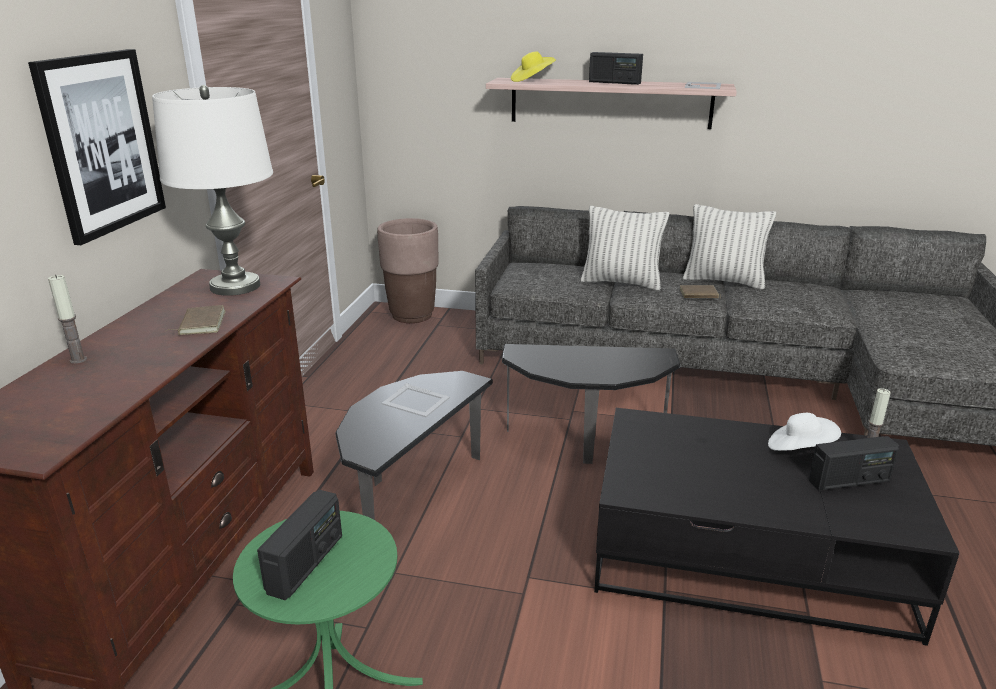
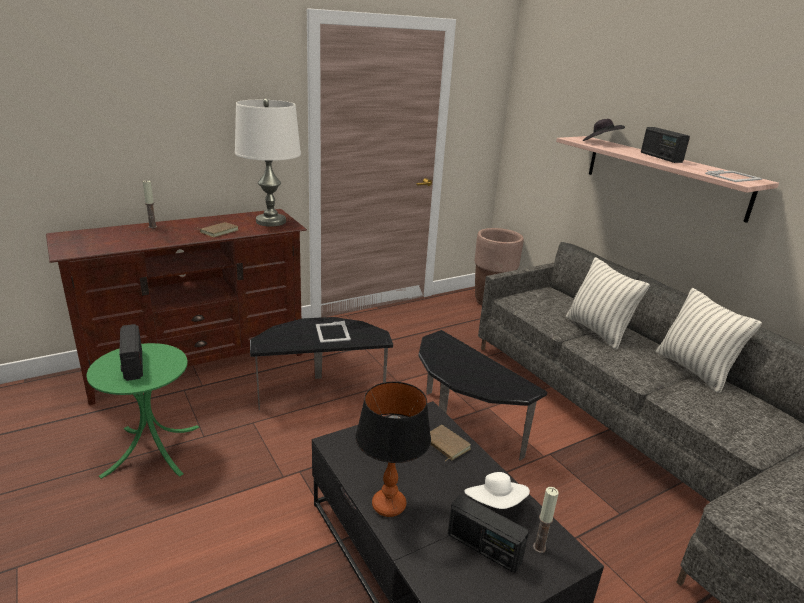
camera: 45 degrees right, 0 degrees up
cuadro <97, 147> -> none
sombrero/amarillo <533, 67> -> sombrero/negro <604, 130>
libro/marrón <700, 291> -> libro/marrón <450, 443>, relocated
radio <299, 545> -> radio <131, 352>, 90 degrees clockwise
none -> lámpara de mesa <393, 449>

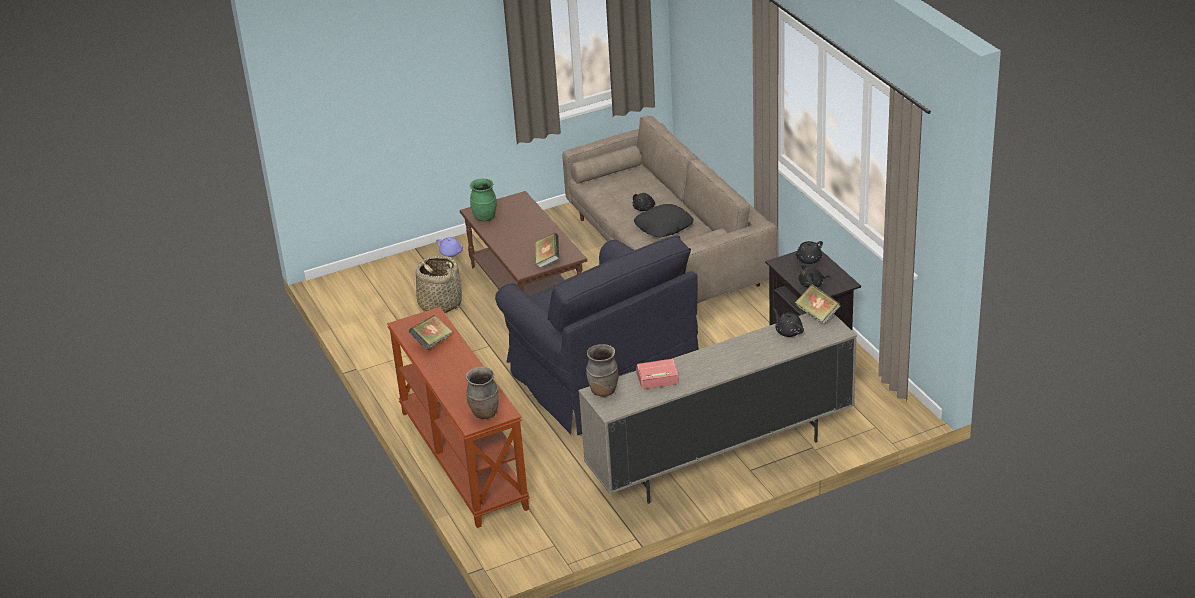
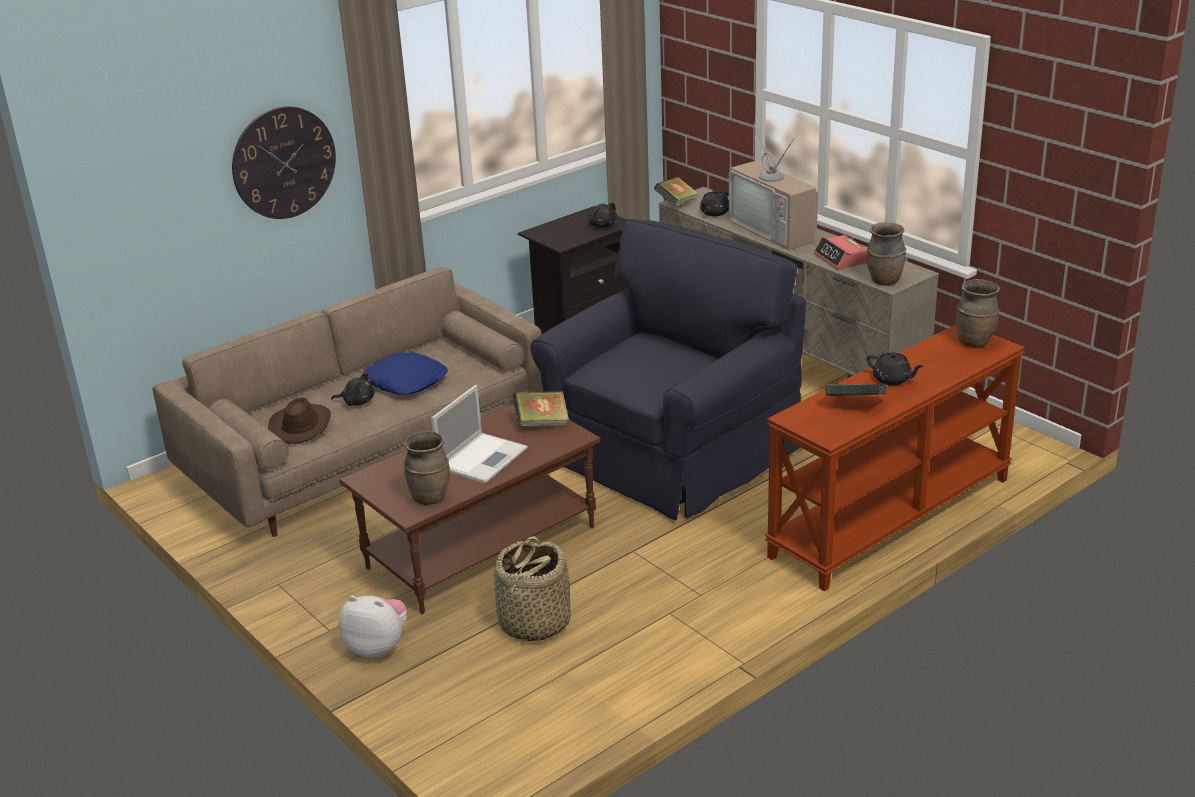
camera: 105 degrees left, 5 degrees down
florero/verde <483, 200> -> florero/marrón <426, 468>
cojín/negro <664, 221> -> cojín/azul <405, 373>
tetera/morado <450, 247> -> peluche <372, 626>
tetera/negro <808, 252> -> tetera/negro <895, 368>, relocated
none -> reloj de pared <284, 162>
none -> televisor <773, 186>
none -> portátil <479, 434>
none -> sombrero/marrón <299, 421>

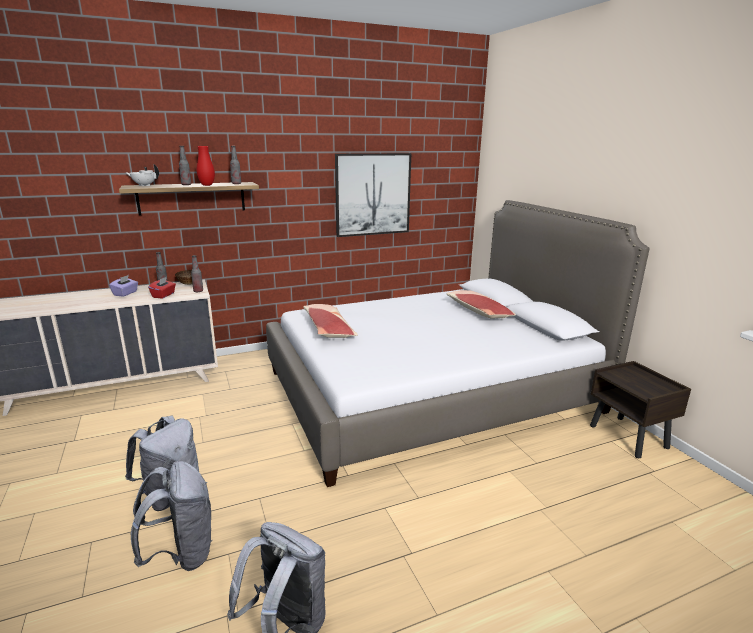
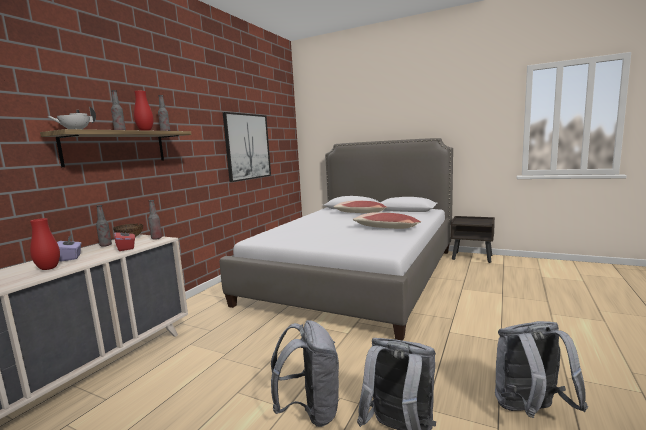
camera: 40 degrees left, 10 degrees down
cojín <330, 321> -> cojín <387, 220>, relocated
none -> florero/rojo <45, 244>

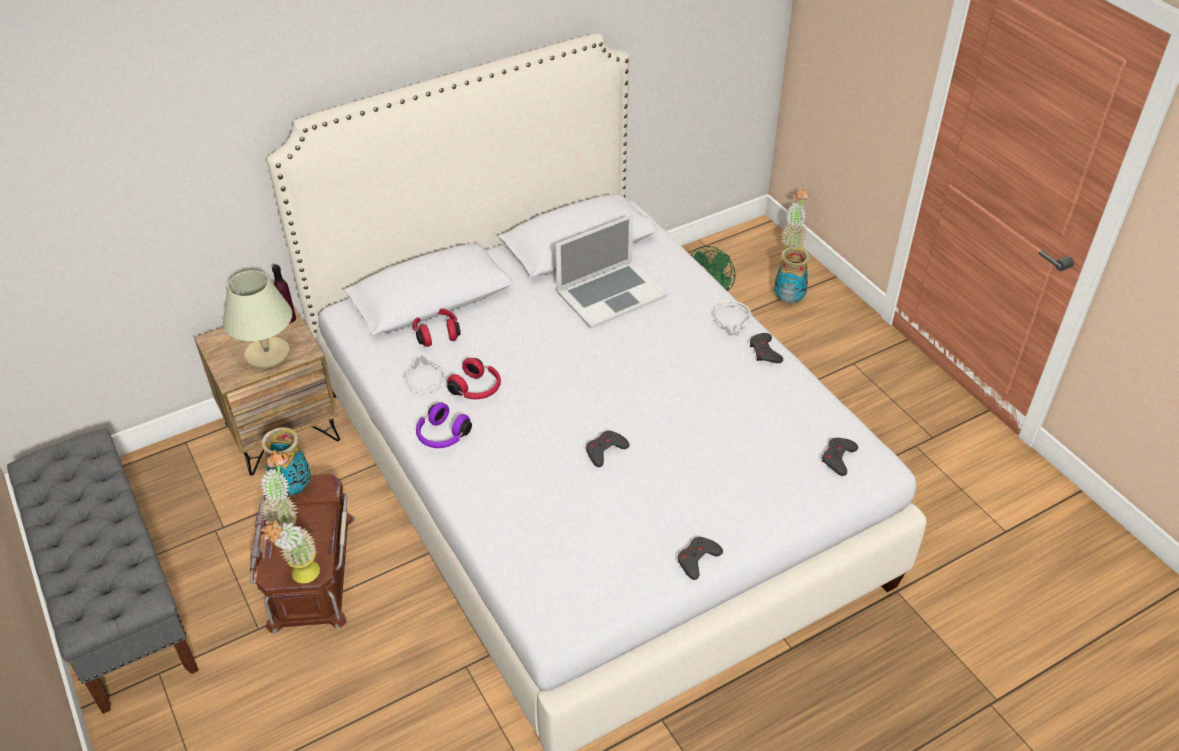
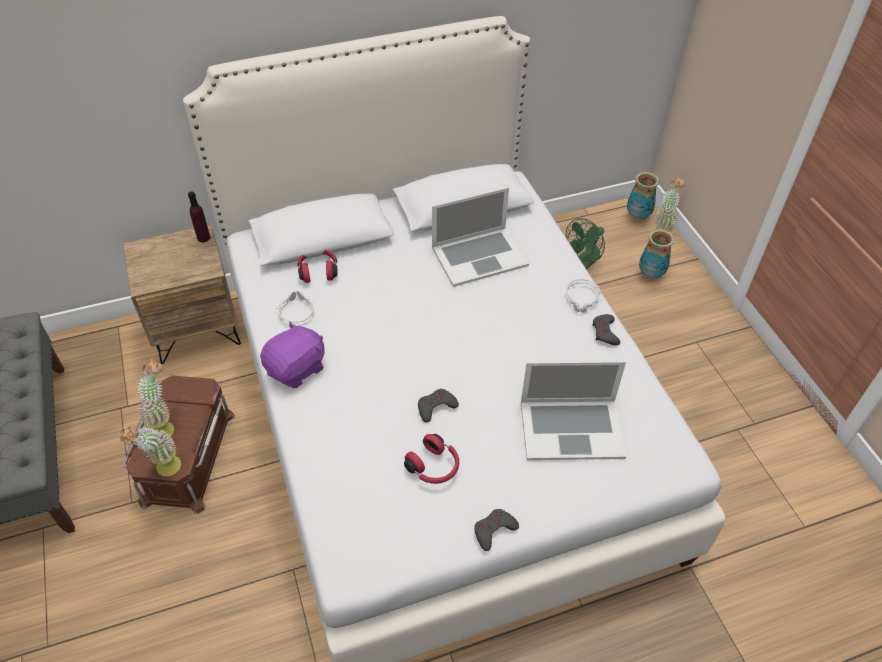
camera: 10 degrees right, 5 degrees up
lámpara de mesa/beis <257, 319> -> none
auriculares/rojo <474, 378> -> auriculares/rojo <431, 459>, relocated
auriculares/morado <444, 425> -> peluche/morado <292, 354>
florero <286, 461> -> florero <643, 196>, relocated
mando de consola/gris <840, 457> -> none
none -> portátil <573, 410>

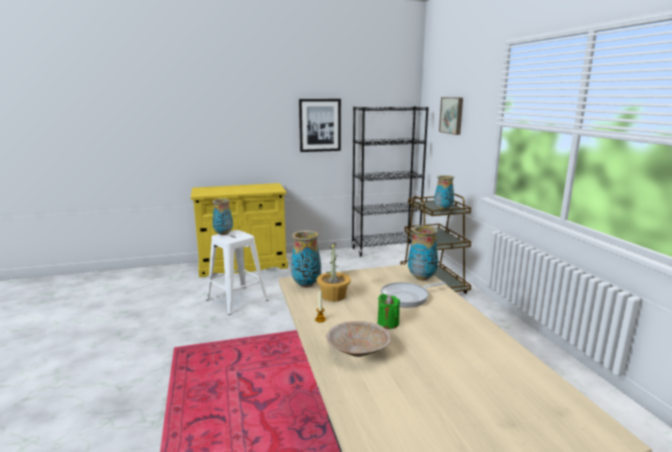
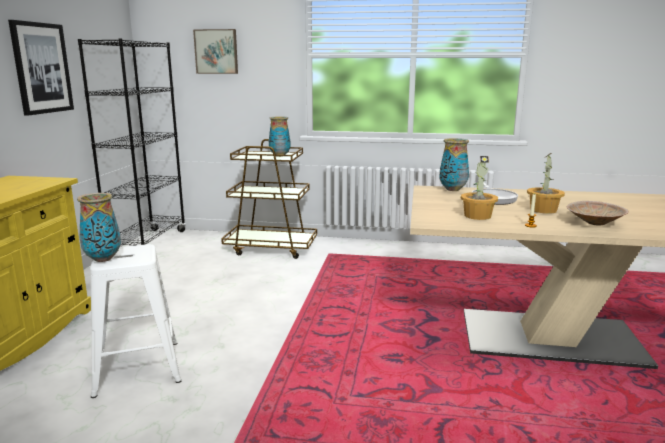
camera: 65 degrees left, 0 degrees up
florero <306, 259> -> none
vela/verde <389, 311> -> planta en maceta <546, 183>

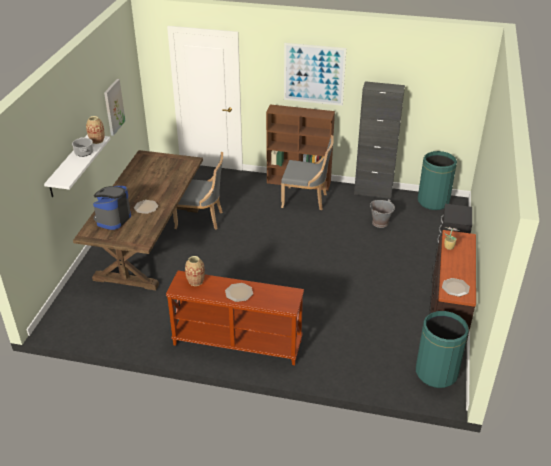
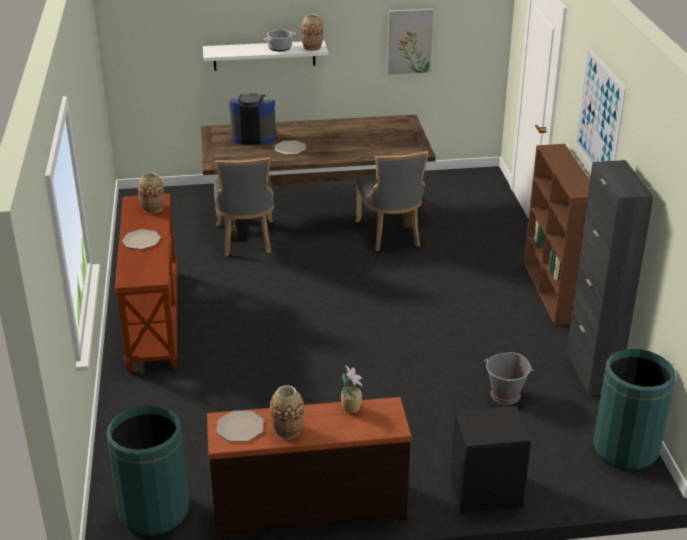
camera: 70 degrees right, 5 degrees down
silla/gris <307, 172> -> silla/gris <244, 206>, relocated
none -> florero <287, 412>

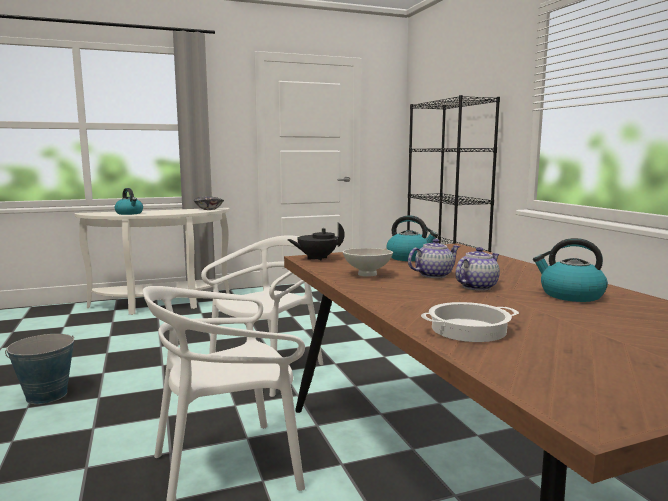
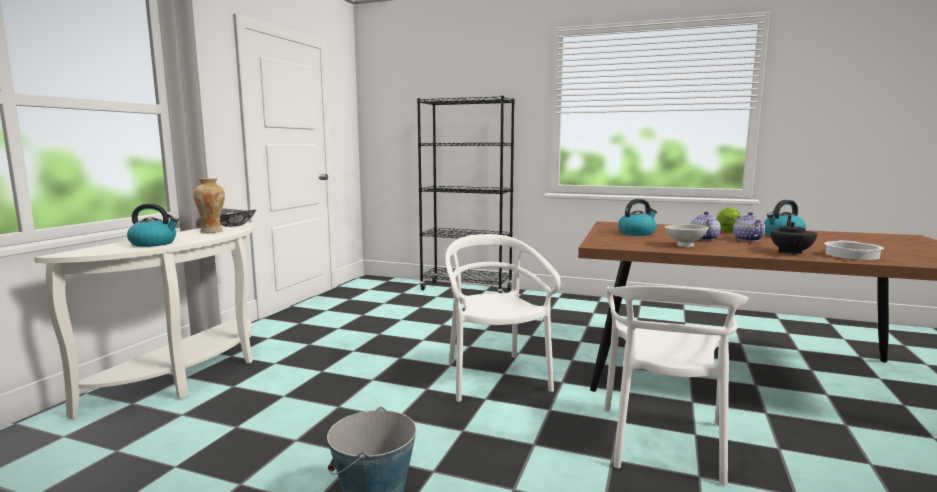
camera: 50 degrees left, 0 degrees up
tetera/negro <316, 242> -> tetera/negro <793, 235>, relocated
none -> florero <209, 205>
none -> lechuga <728, 220>

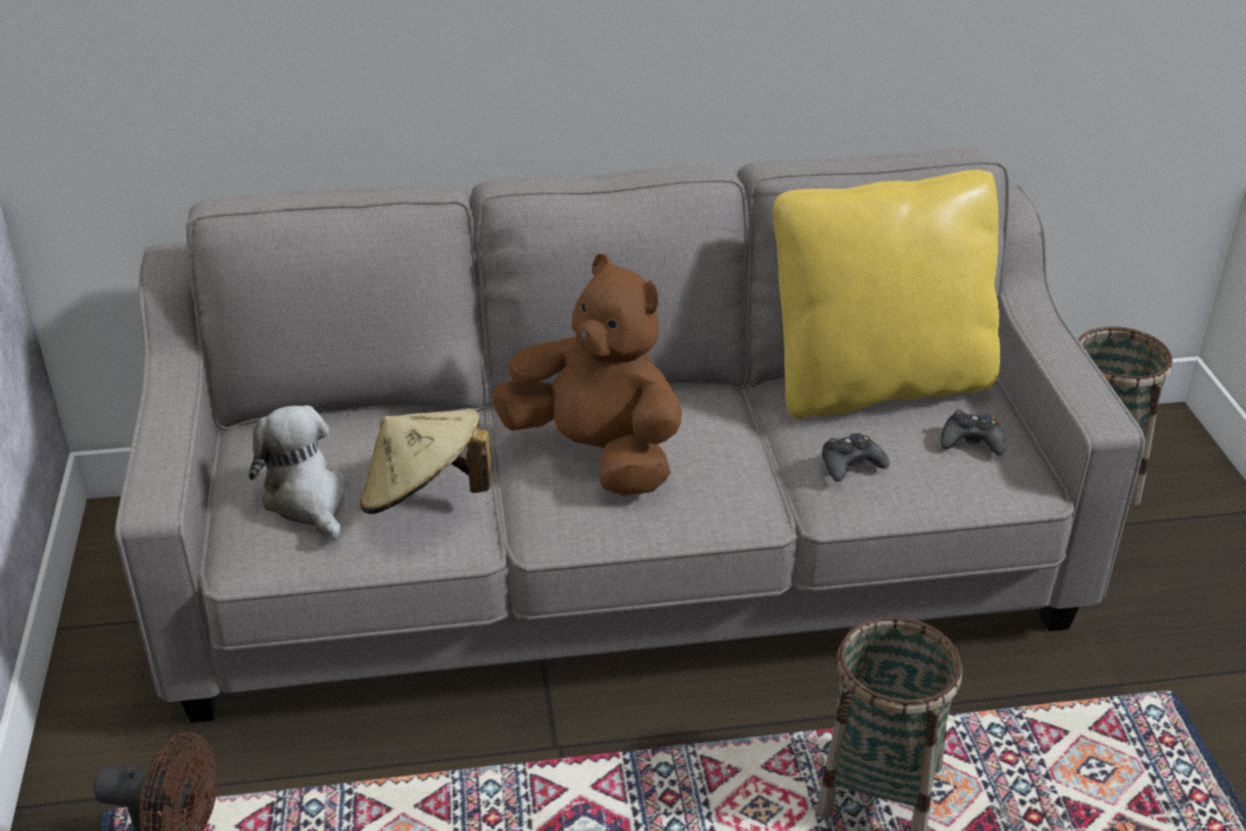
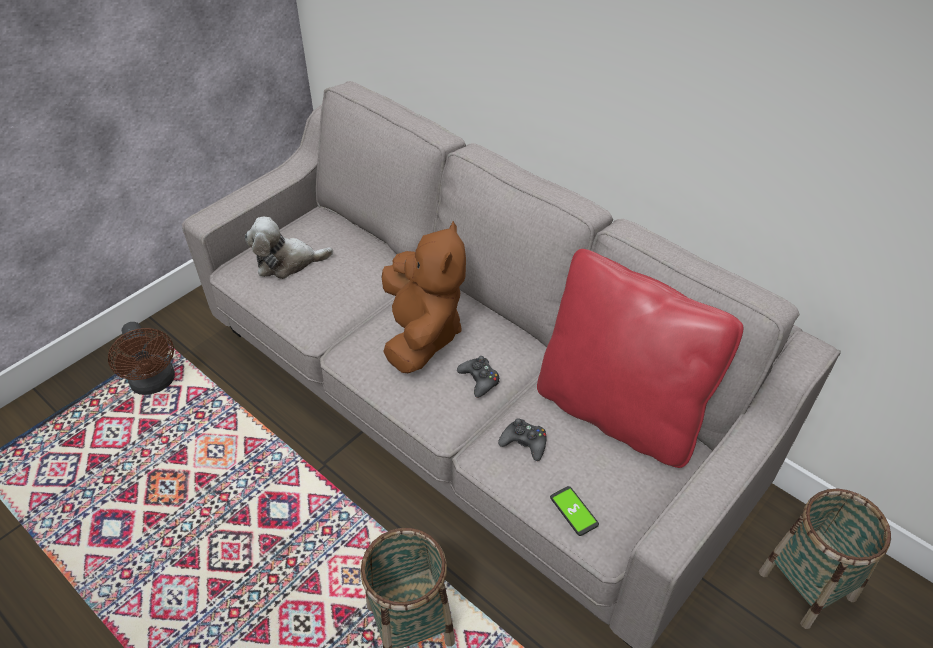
camera: 50 degrees right, 10 degrees up
cojín/amarillo <886, 294> -> cojín/rojo <640, 358>
peluche <298, 473> -> peluche <289, 248>, 120 degrees counterclockwise
sombrero/beis <425, 461> -> none
mando de consola/negro <972, 433> -> mando de consola/negro <478, 377>, relocated
none -> móvil <574, 511>

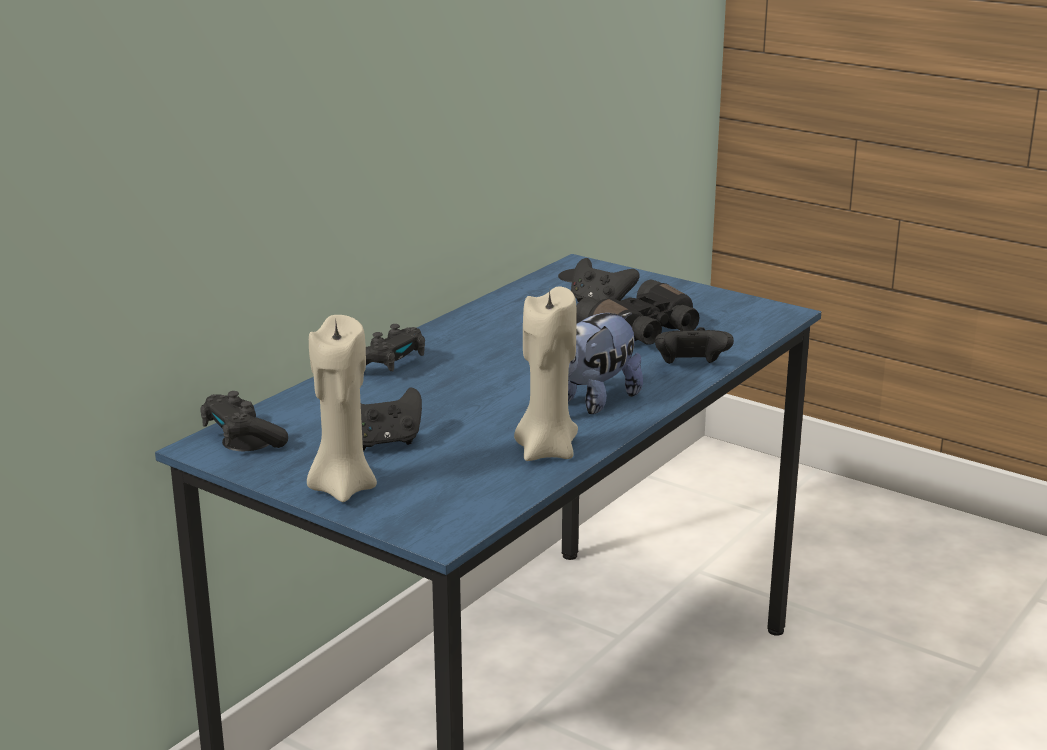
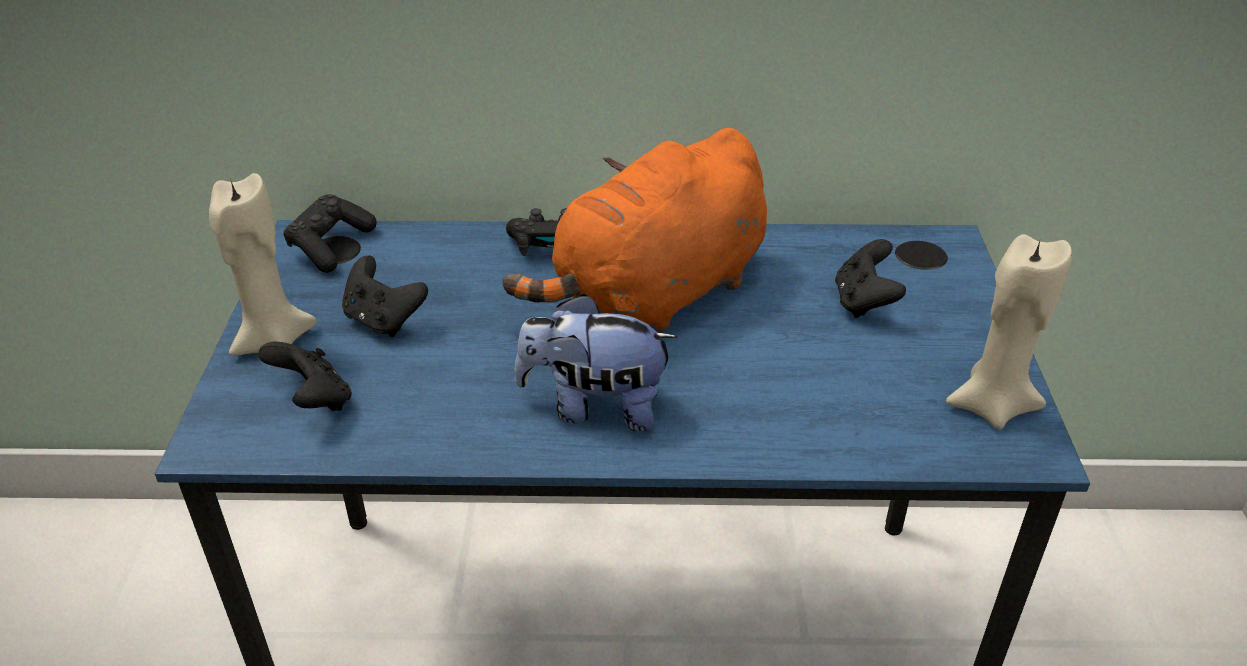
camera: 55 degrees right, 15 degrees up
prismáticos/negro <637, 312> -> none
vela/beis <546, 373> -> vela/beis <1009, 332>, relocated
mando de consola/negro <694, 345> -> mando de consola/negro <305, 376>, relocated
none -> peluche/naranja <635, 230>

